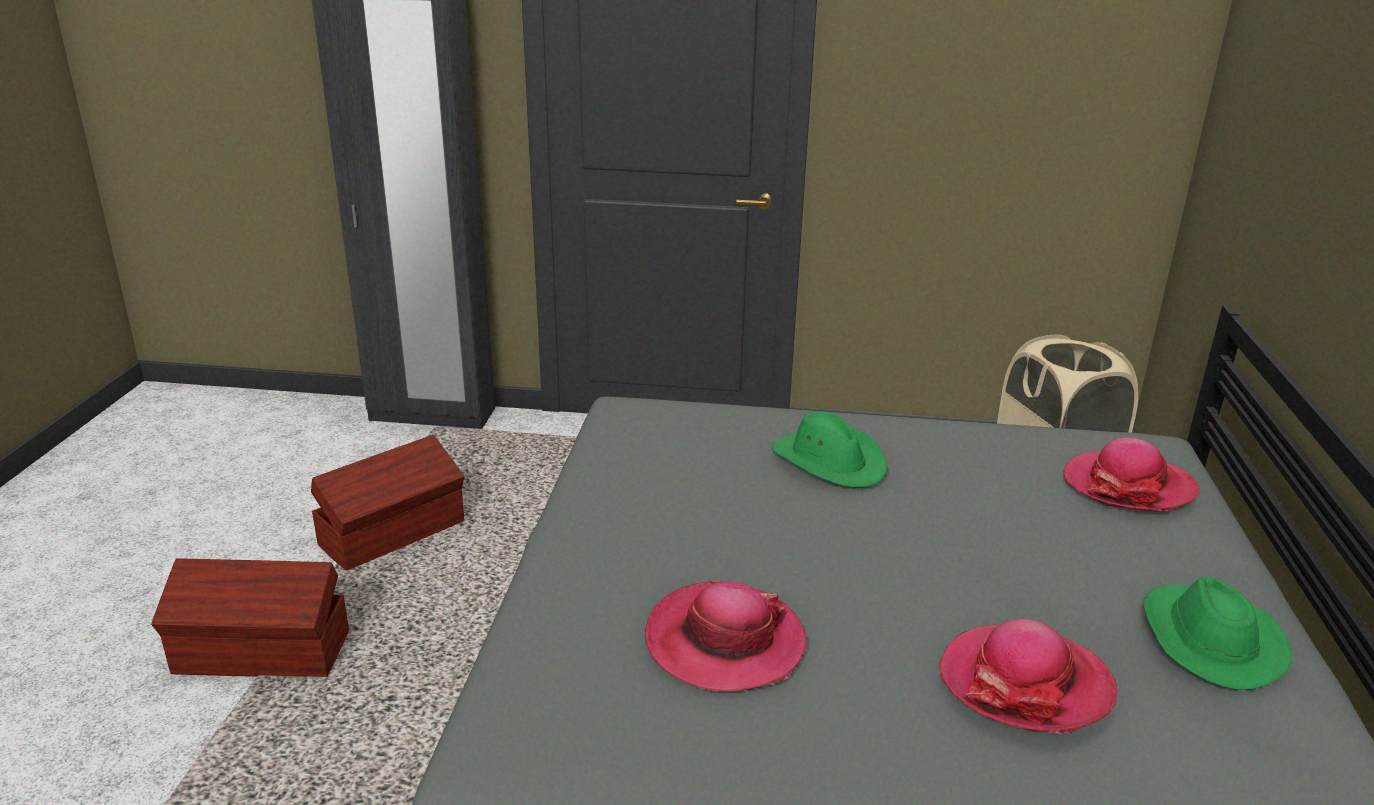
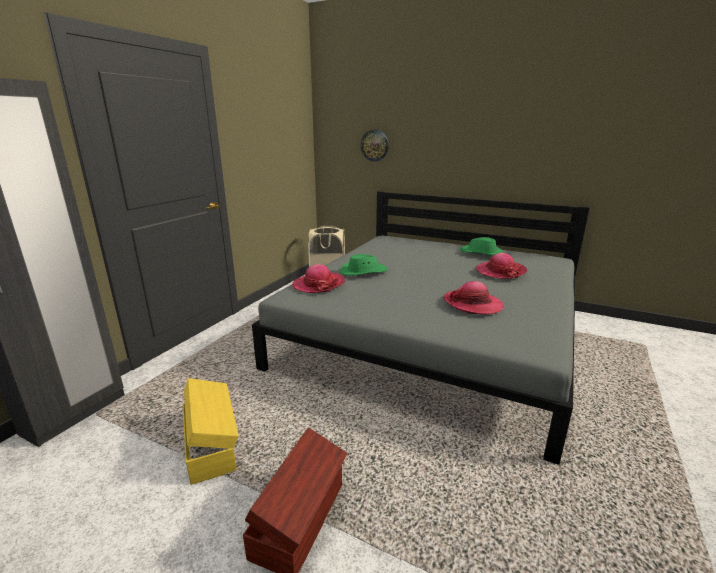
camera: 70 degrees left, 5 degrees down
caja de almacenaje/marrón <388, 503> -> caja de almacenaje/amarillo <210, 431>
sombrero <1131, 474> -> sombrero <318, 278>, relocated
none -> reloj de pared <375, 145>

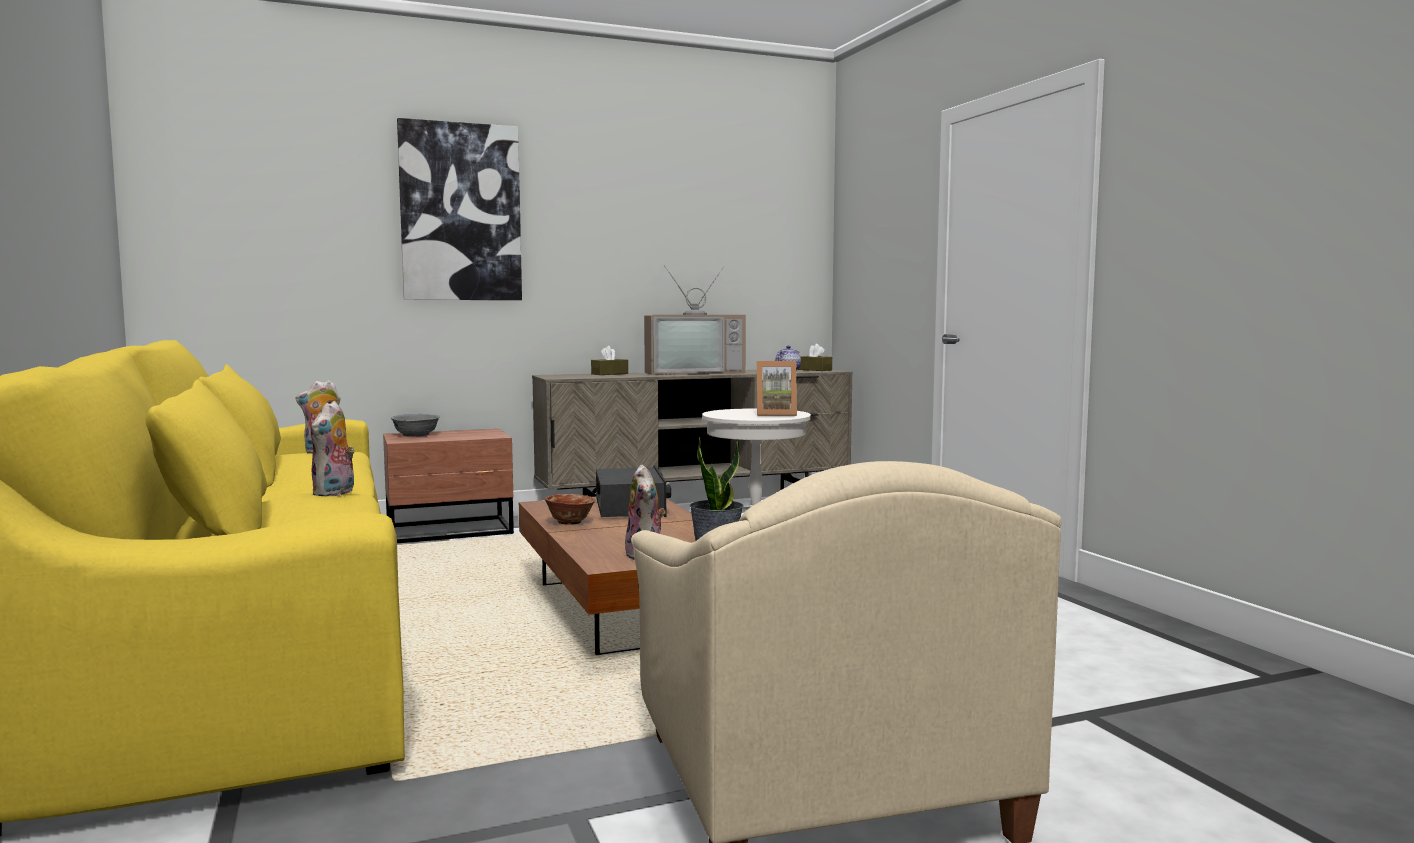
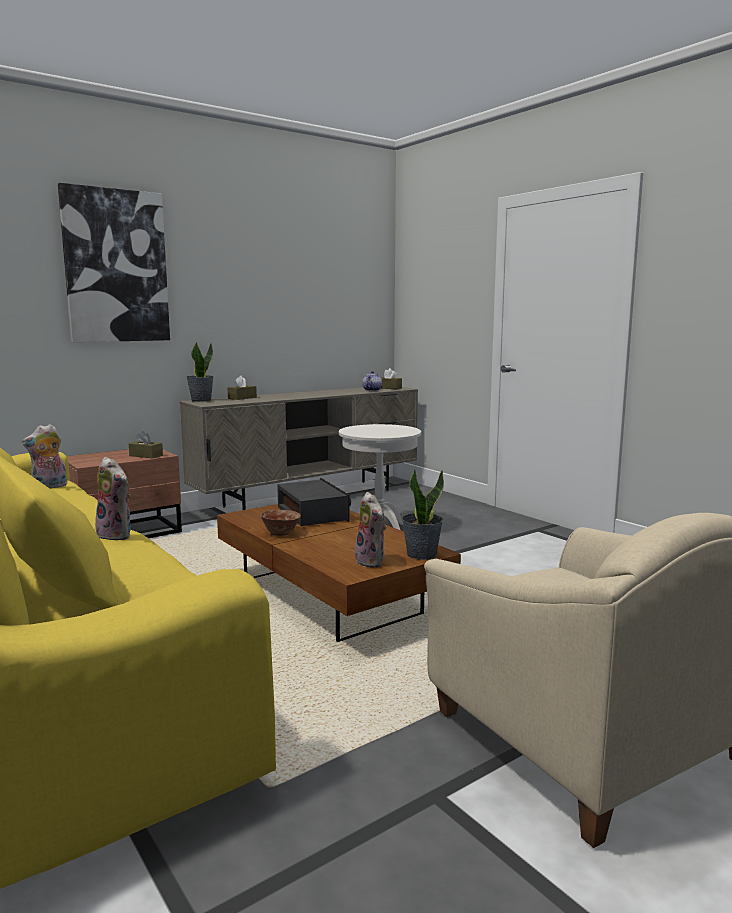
camera: 15 degrees left, 5 degrees up
televisor <695, 320> -> none
portarretratos <777, 388> -> none
peluche <332, 449> -> peluche <113, 498>, 45 degrees counterclockwise
cuenco/gris <415, 425> -> none
none -> planta en maceta <200, 372>
none -> caja de pañuelos/marrón <146, 444>

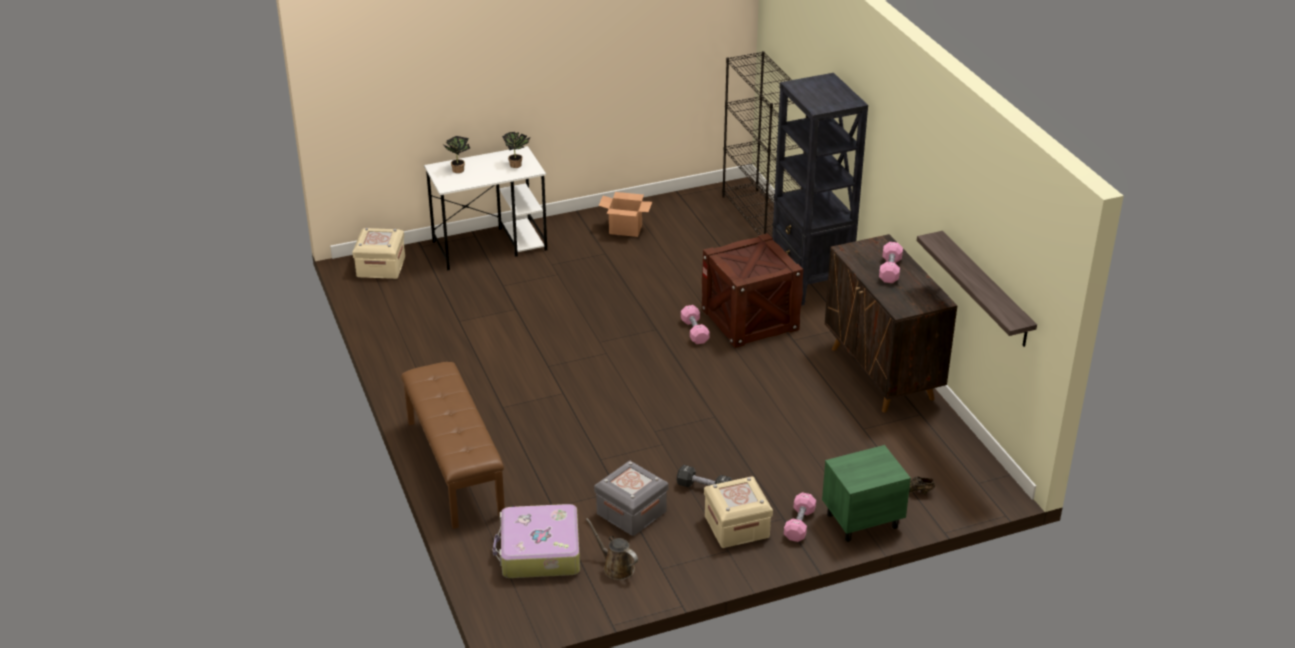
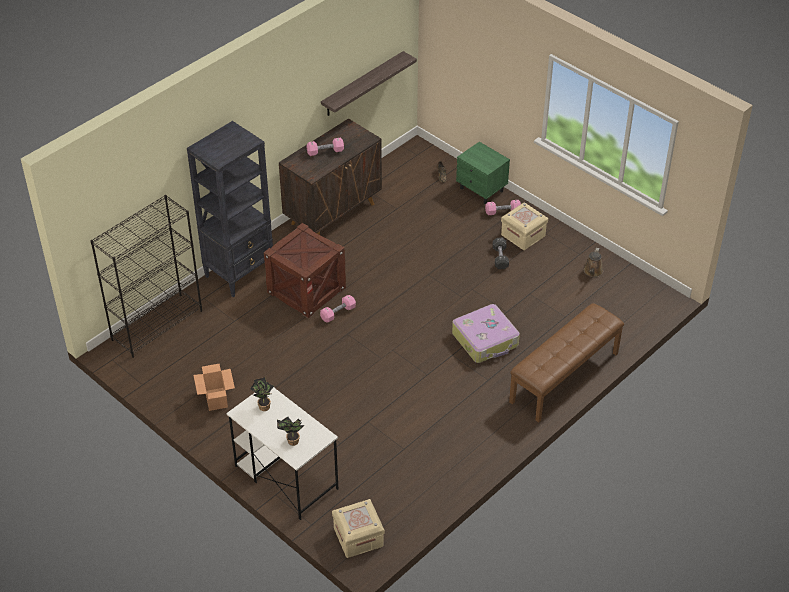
camera: 115 degrees left, 10 degrees up
caja de almacenaje/gris <631, 498> -> none
maleta <536, 541> -> maleta <486, 333>, relocated

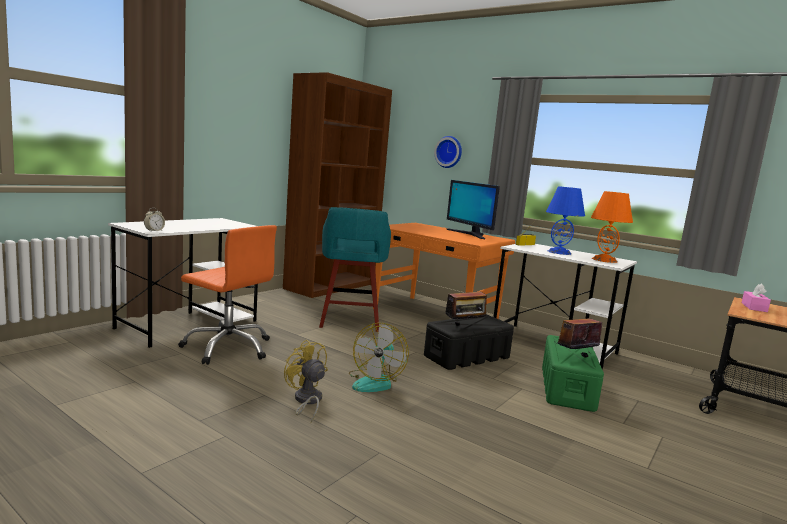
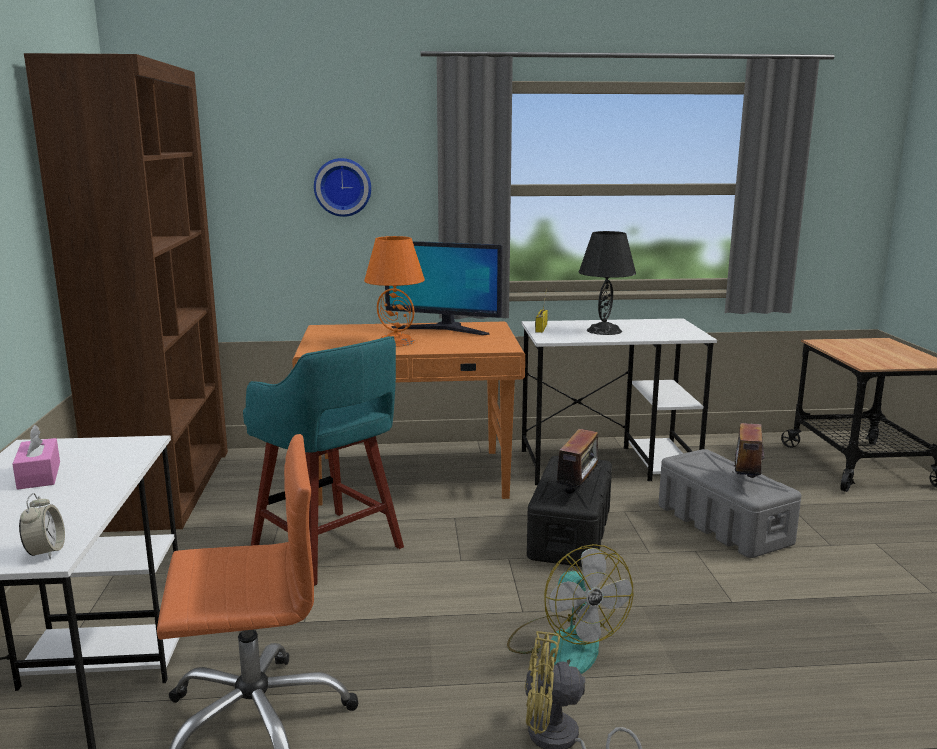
camera: 40 degrees left, 5 degrees up
lámpara de mesa/azul <565, 220> -> lámpara de mesa/negro <607, 283>
lámpara de mesa/naranja <612, 227> -> lámpara de mesa/naranja <394, 291>, relocated
caja de pañuelos/rosa <756, 298> -> caja de pañuelos/rosa <36, 457>, relocated
caja de almacenaje/verde <573, 373> -> caja de almacenaje/gris <730, 503>

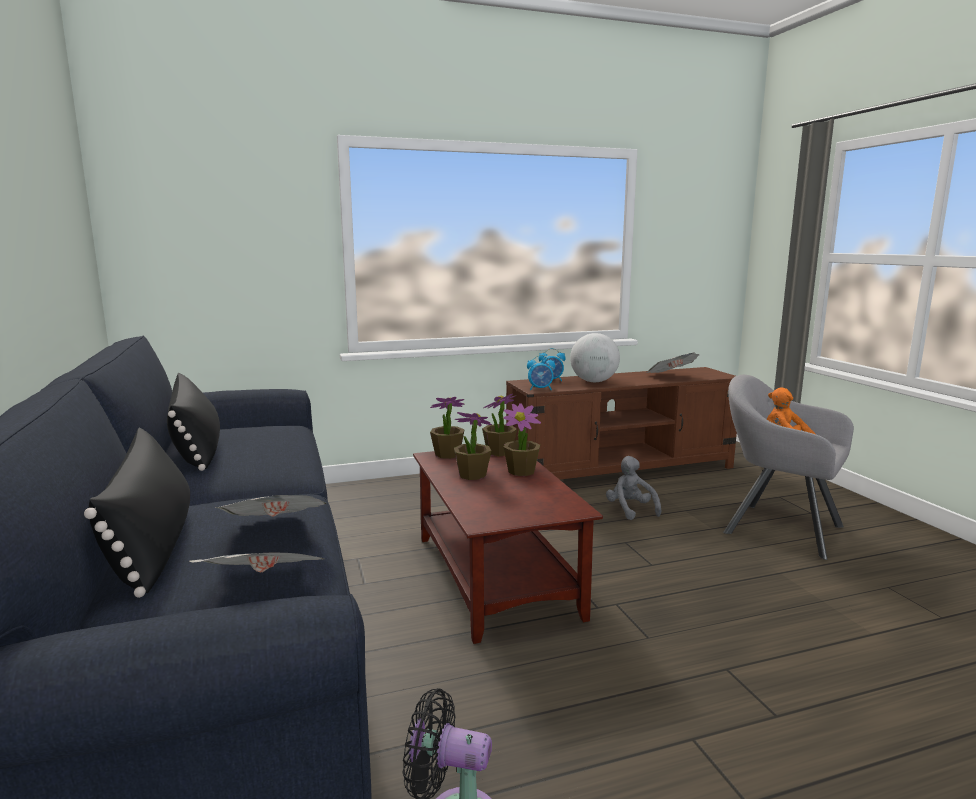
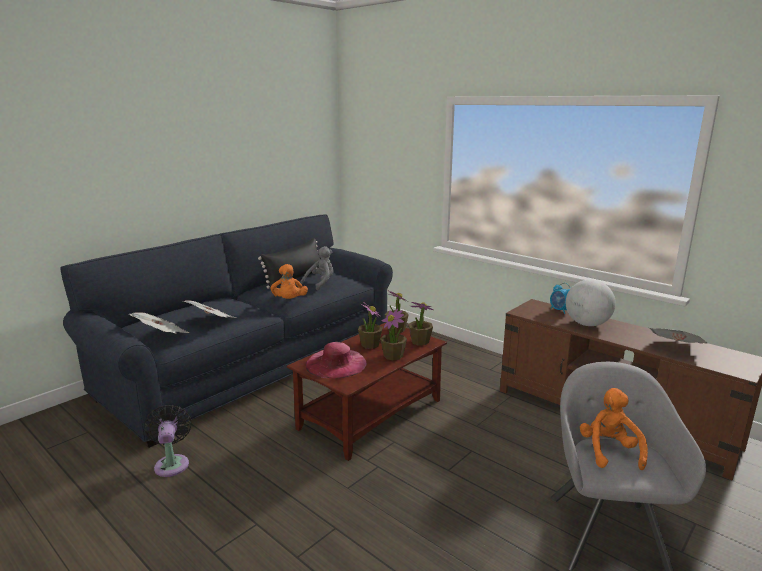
camera: 60 degrees right, 5 degrees up
despertador <541, 373> -> none
cojín/negro <137, 513> -> none
peluche/gris <633, 488> -> peluche/gris <317, 268>, relocated
none -> peluche/naranja <289, 281>
none -> sombrero/rosa <336, 360>

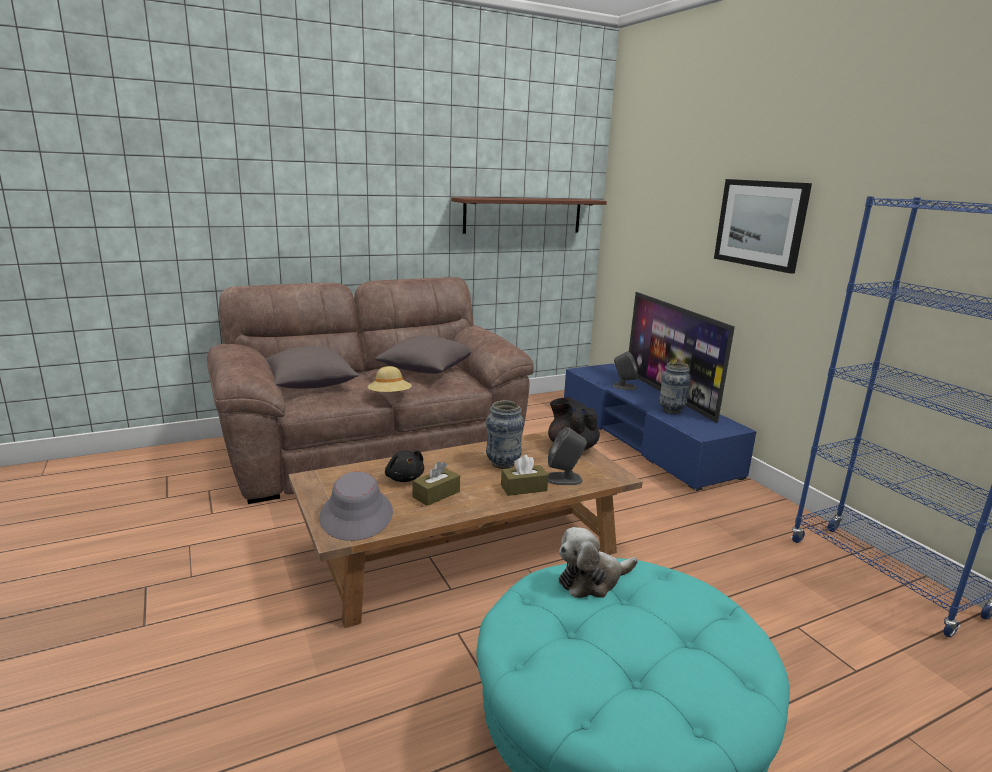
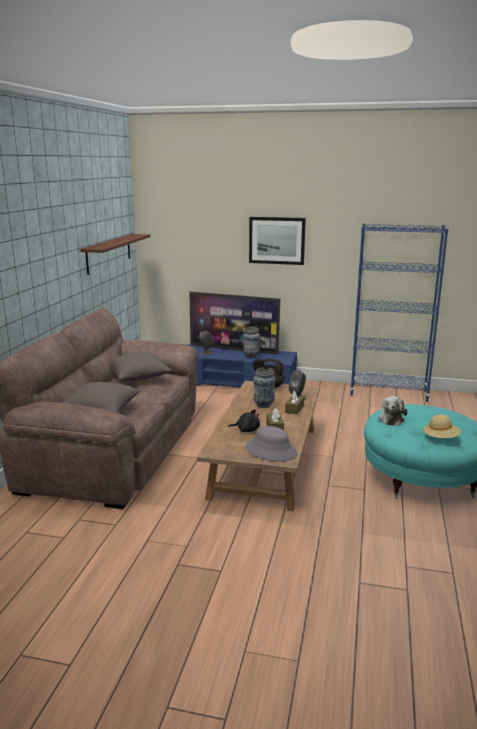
camera: 50 degrees left, 0 degrees up
sombrero/beis <390, 379> -> sombrero/beis <441, 426>, relocated

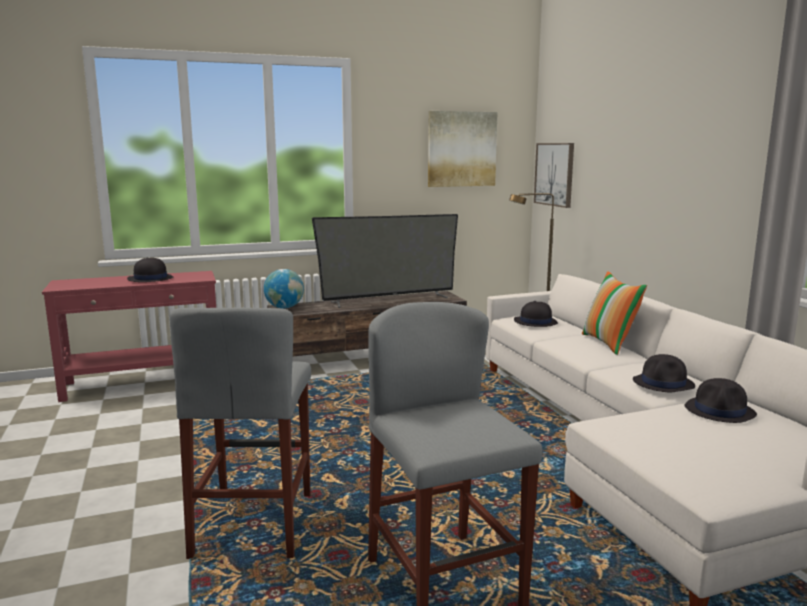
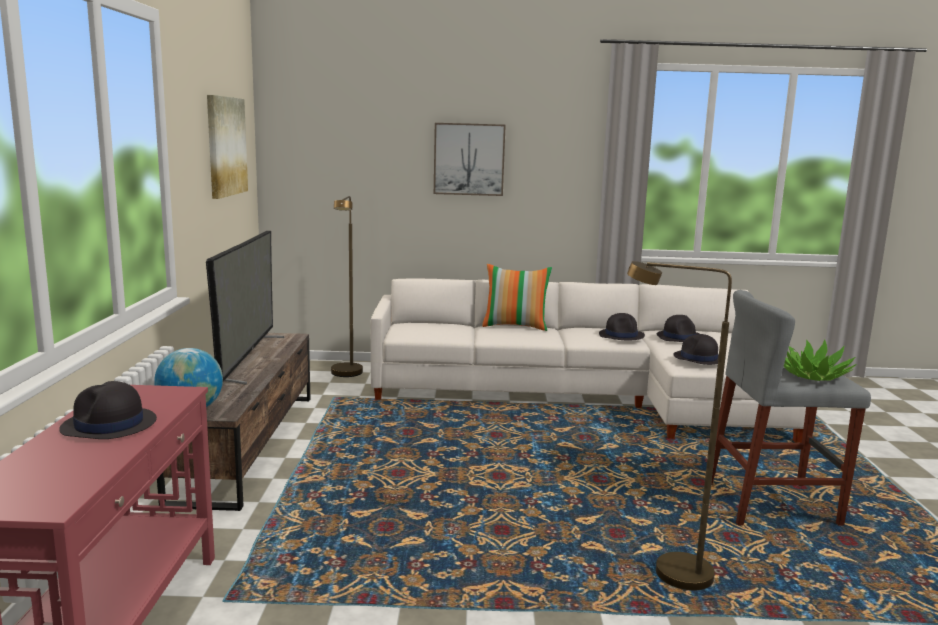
camera: 70 degrees left, 0 degrees up
cuadro <554, 175> -> cuadro <470, 159>, relocated
sombrero/negro <536, 314> -> sombrero/negro <696, 349>, relocated
taburete/gris <240, 433> -> lámpara de pie/marrón <679, 426>
none -> planta en maceta <820, 360>

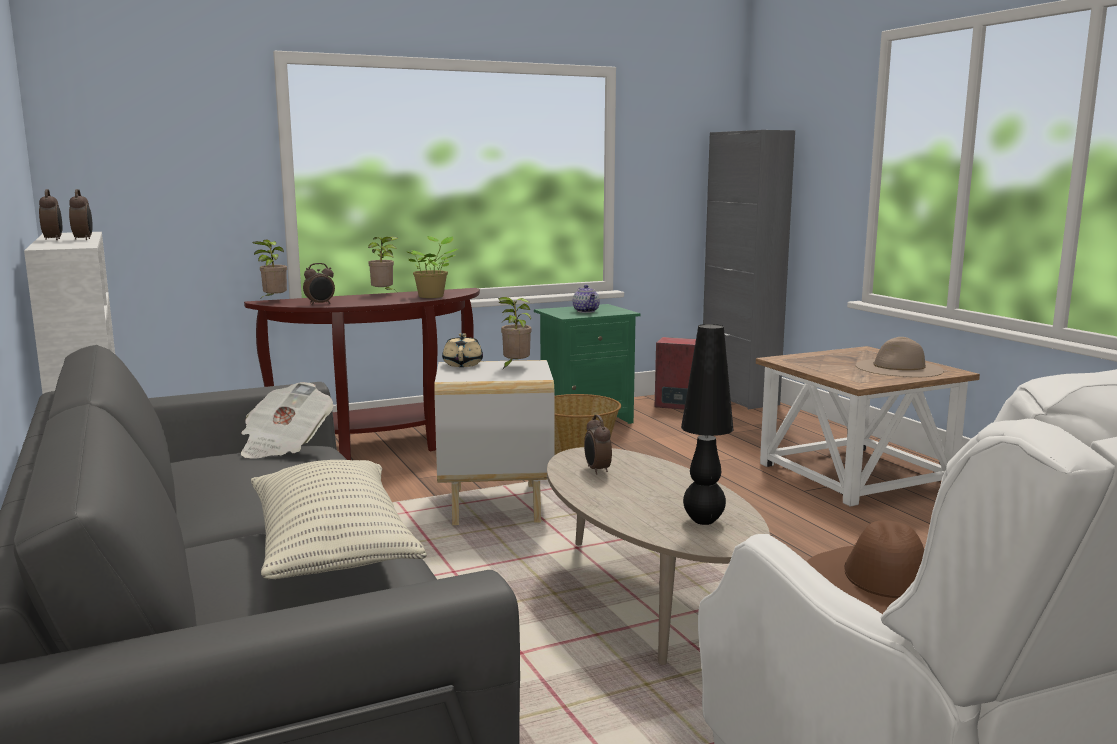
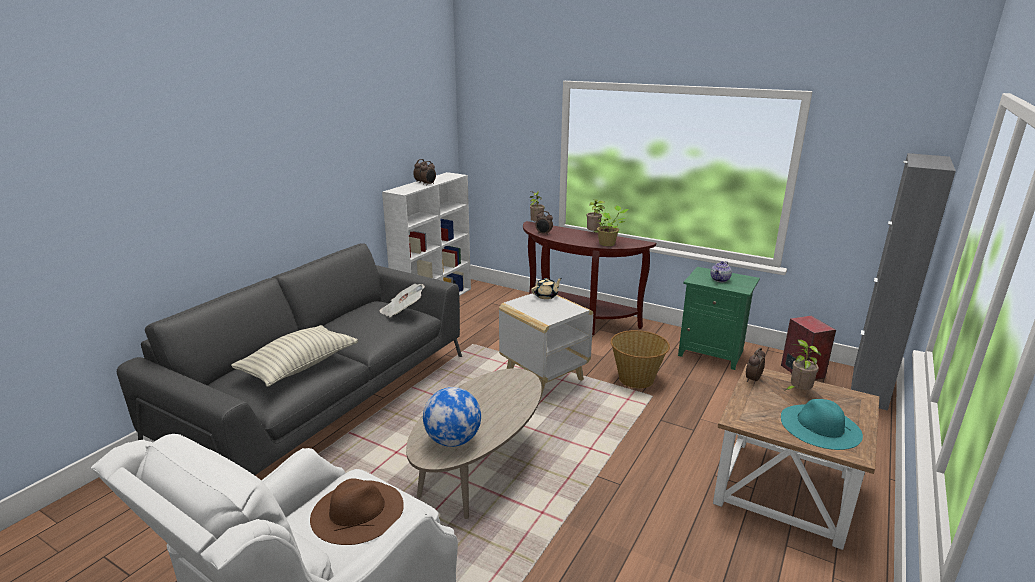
camera: 55 degrees right, 10 degrees up
planta en maceta <515, 333> -> planta en maceta <802, 365>, relocated
lámpara de mesa/negro <707, 424> -> globo terráqueo <452, 417>
sombrero/beis <900, 357> -> sombrero/turquesa <822, 424>
despertador <598, 445> -> despertador <755, 365>, relocated

